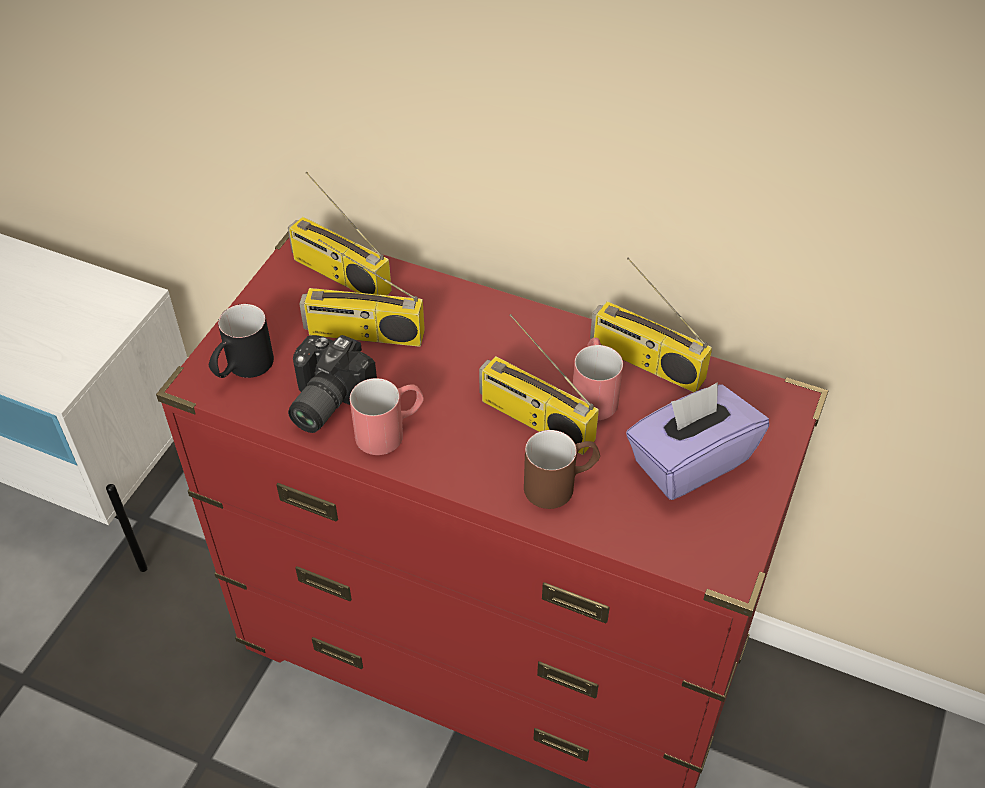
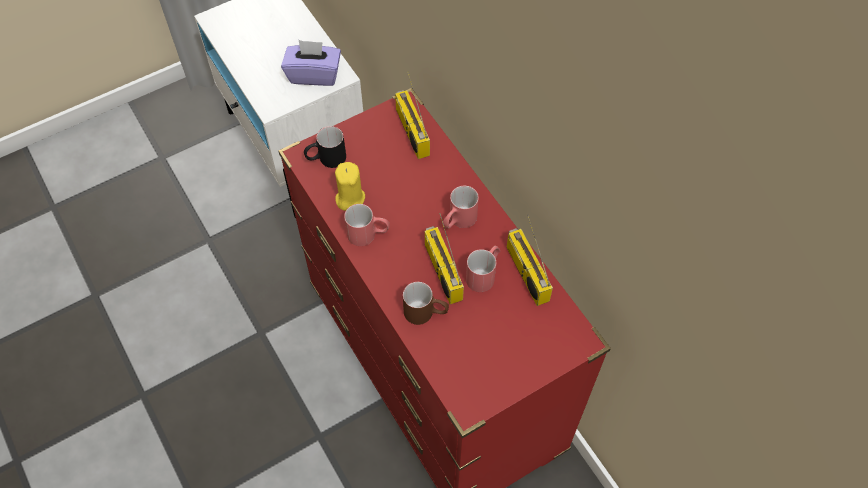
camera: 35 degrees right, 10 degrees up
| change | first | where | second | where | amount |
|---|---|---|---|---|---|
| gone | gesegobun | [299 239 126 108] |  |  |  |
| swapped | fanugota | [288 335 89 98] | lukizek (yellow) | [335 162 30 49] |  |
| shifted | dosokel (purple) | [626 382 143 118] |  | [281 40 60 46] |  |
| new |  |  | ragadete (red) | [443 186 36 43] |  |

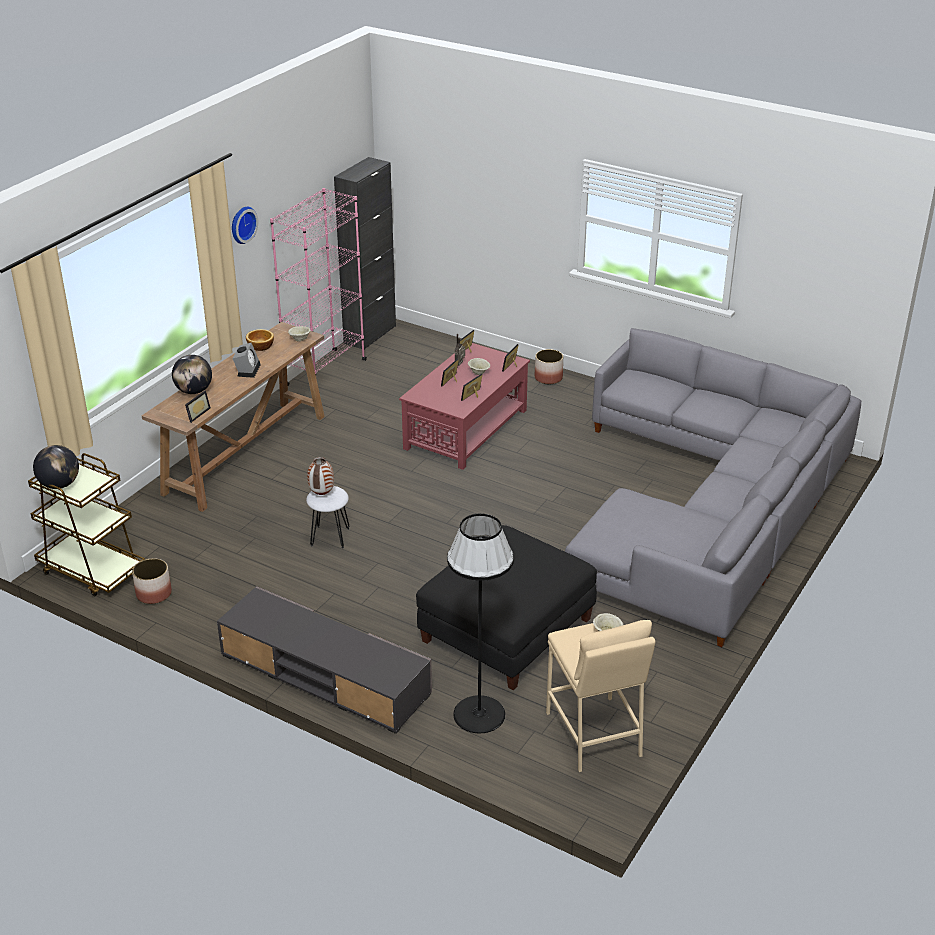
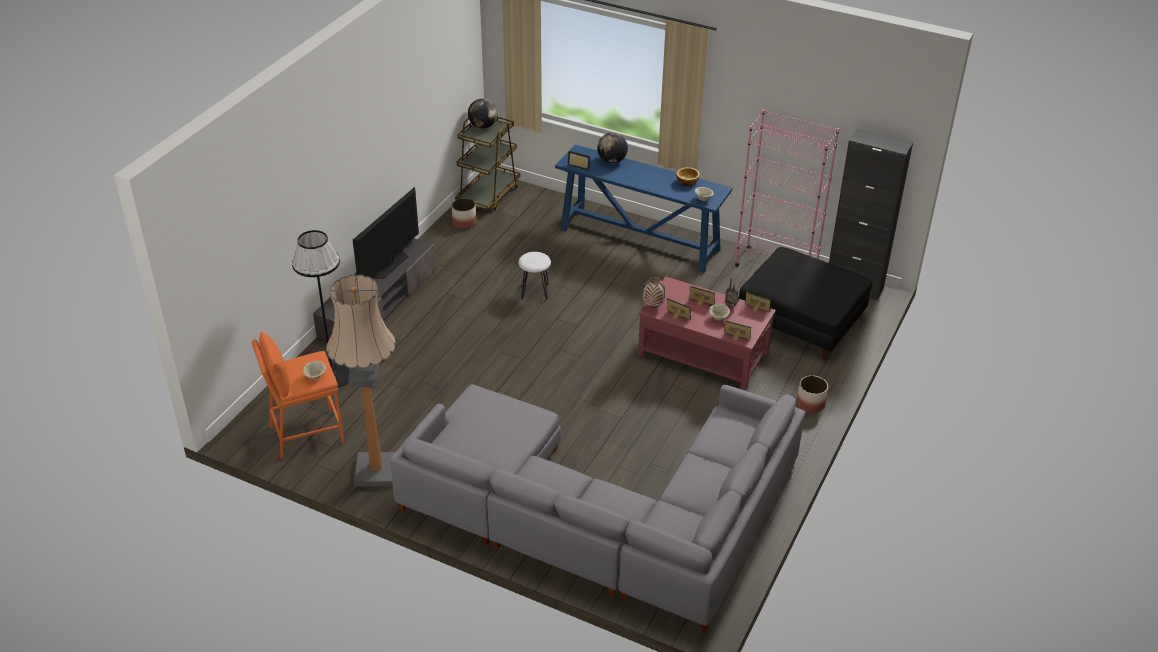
camera: 85 degrees right, 5 degrees up
| change | first | where | second | where | amount |
|---|---|---|---|---|---|
| gone | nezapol | [232 207 26 37] |  |  |  |
| repainted | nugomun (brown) | [142 322 183 190] | nugomun (blue) | [555 145 177 128] |  |
| gone | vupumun | [232 343 29 35] |  |  |  |
| shifted | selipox | [307 457 27 38] |  | [643 277 22 31] |  |
| shifted | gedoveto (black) | [416 525 181 165] |  | [739 247 133 114] |  |
| repainted | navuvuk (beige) | [546 620 109 152] | navuvuk (orange) | [251 332 93 127] |  |
| new |  |  | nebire | [353 187 66 92] |  |
| new |  |  | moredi | [326 274 70 213] |  |

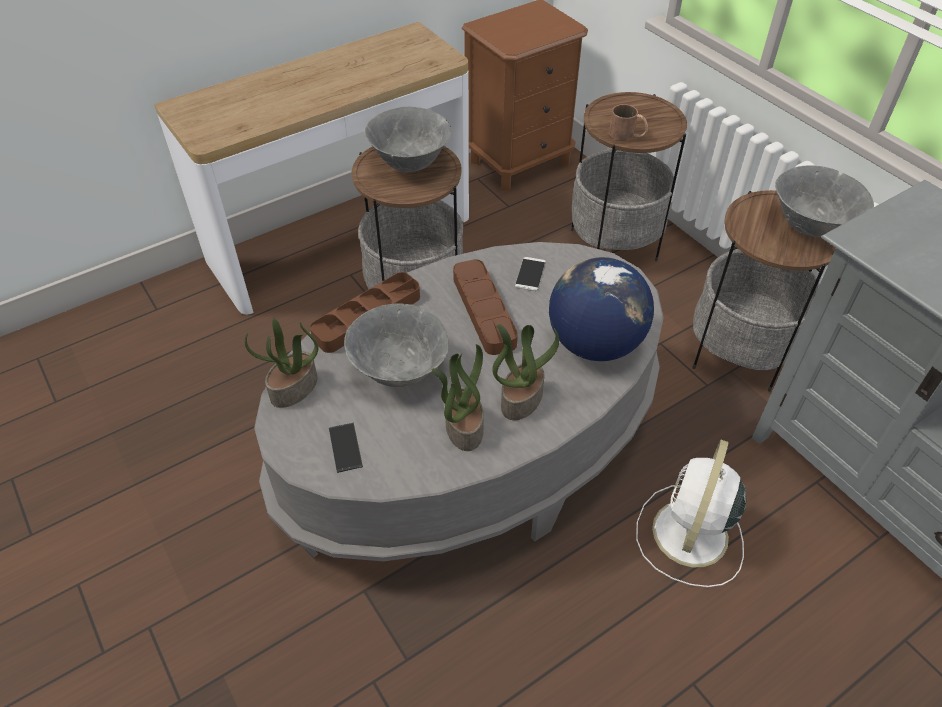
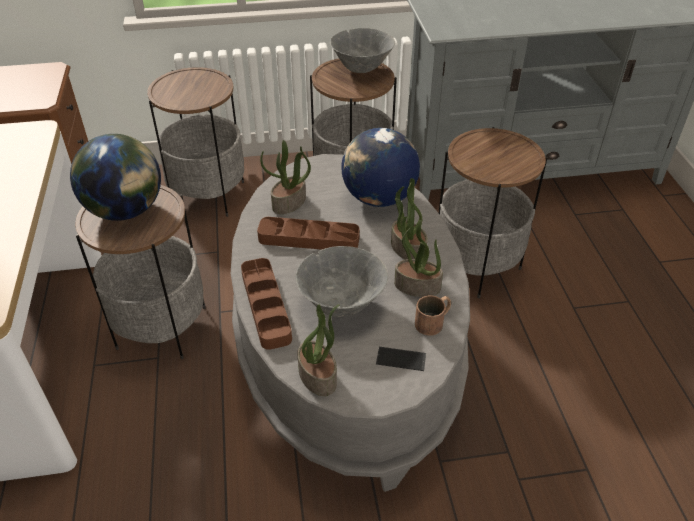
camera: 65 degrees left, 5 degrees down
| change | first | where | second | where | amount |
|---|---|---|---|---|---|
| shifted | ragadete (brown) | [609 104 39 37] |  | [415 295 36 41] |  |
| swapped | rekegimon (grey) | [365 107 86 65] | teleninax | [70 134 91 87] |  |
| swapped | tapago | [515 257 31 34] | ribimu | [260 140 51 74] |  |
| swapped | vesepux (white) | [636 440 111 147] | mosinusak | [439 127 109 171] |  |

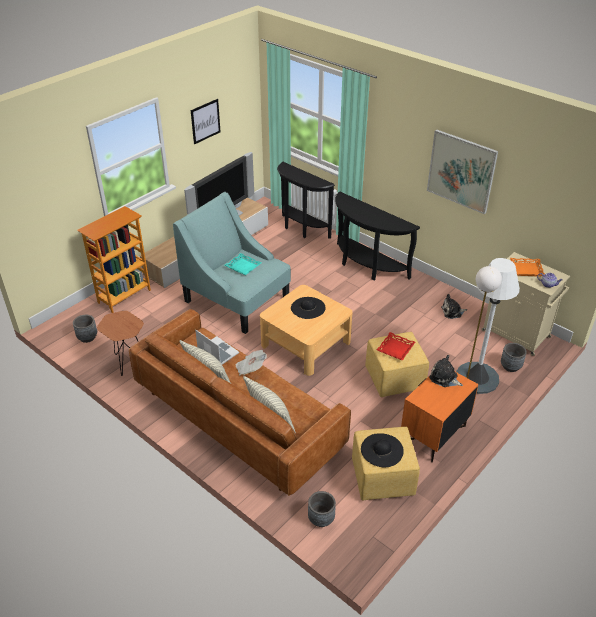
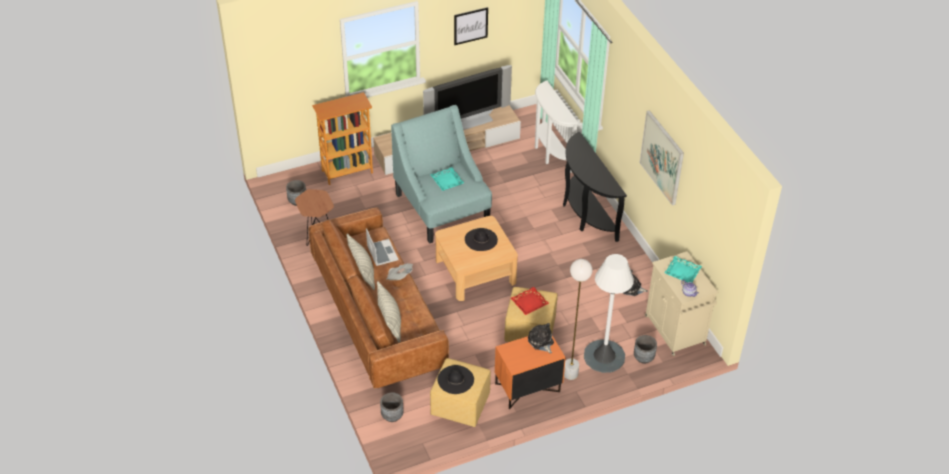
camera: 25 degrees right, 5 degrees up
| change | first | where | second | where | amount |
|---|---|---|---|---|---|
| repainted | nugomun (black) | [277 162 58 77] | nugomun (white) | [535 81 43 92] |  |
| repainted | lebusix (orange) | [510 258 35 19] | lebusix (turquoise) | [664 256 38 27] |  |

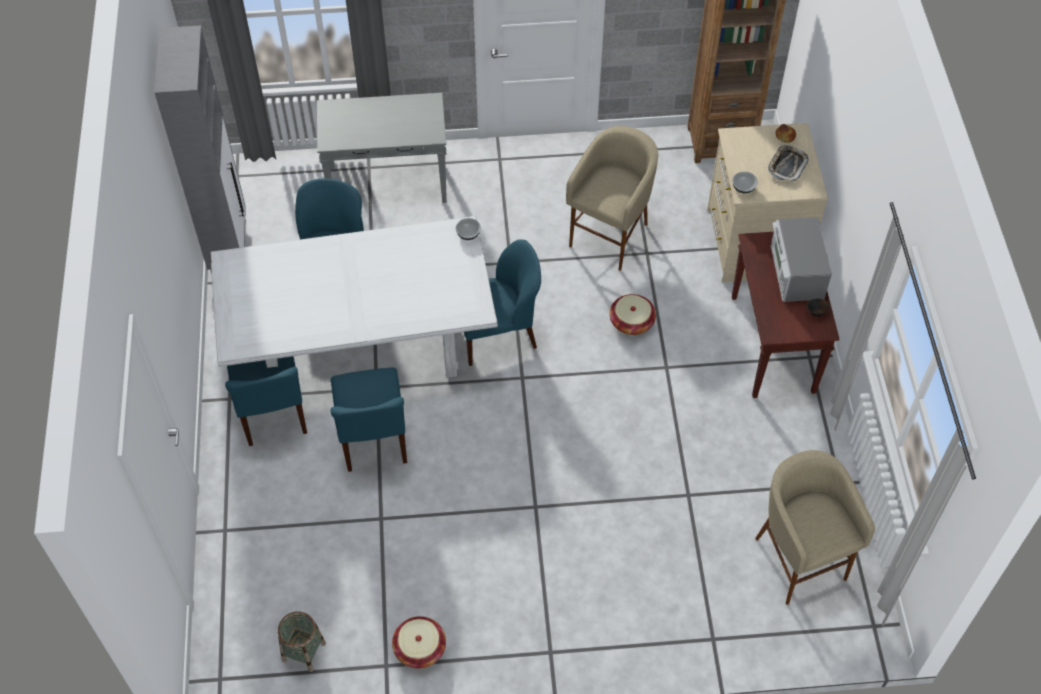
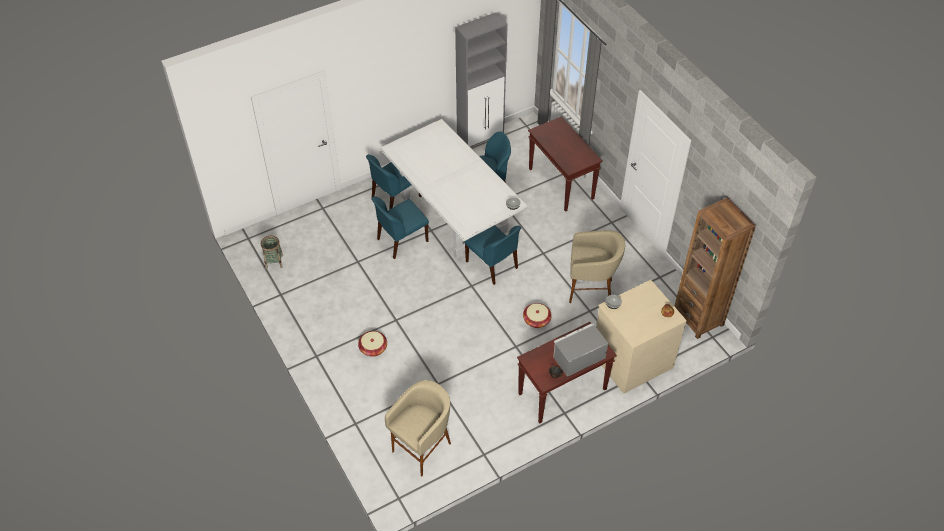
camera: 65 degrees right, 5 degrees down
| change | first | where | second | where | amount |
|---|---|---|---|---|---|
| repainted | nugomun (grey) | [317 93 130 110] | nugomun (brown) | [528 116 75 96] |  |
| gone | lebusix | [768 145 41 36] |  |  |  |
| shifted | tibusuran | [392 616 54 52] |  | [358 331 29 26] |  |

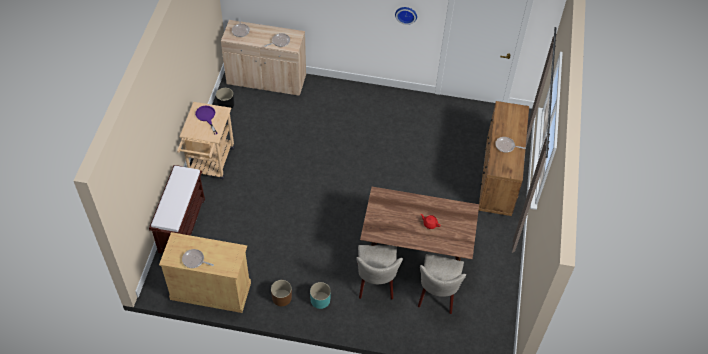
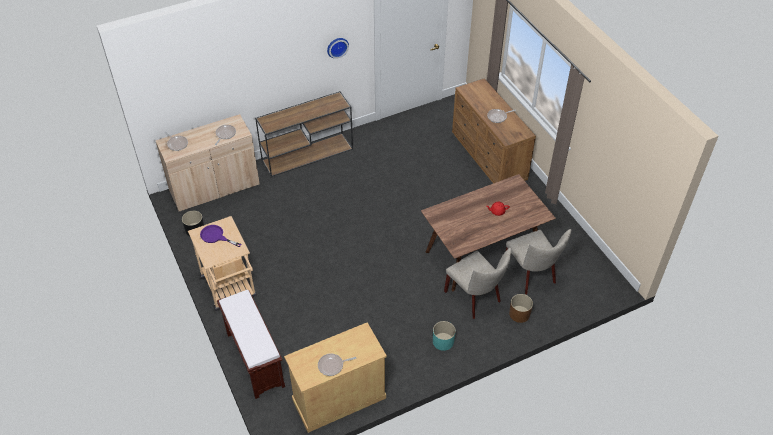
camera: 35 degrees left, 5 degrees down
| change | first | where | second | where | amount |
|---|---|---|---|---|---|
| shifted | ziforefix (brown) | [271 280 21 26] |  | [509 294 24 29] |  |
| new |  |  | nugomun (brown) | [255 91 98 86] |  |

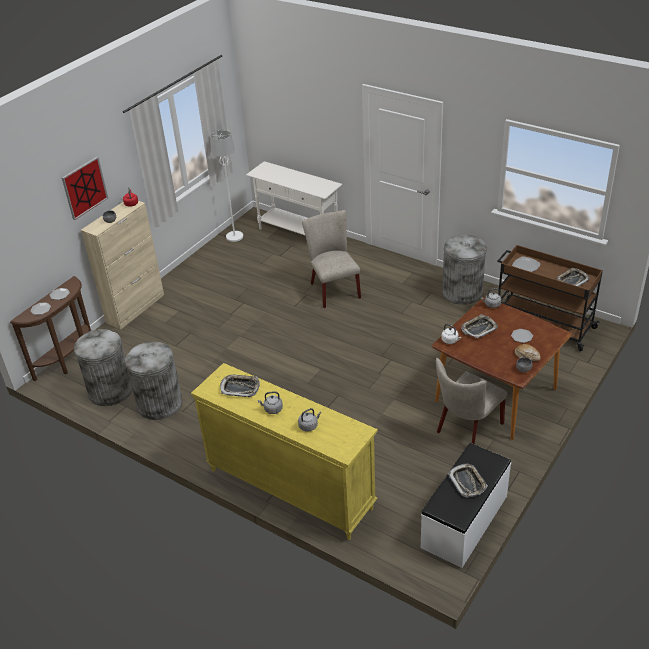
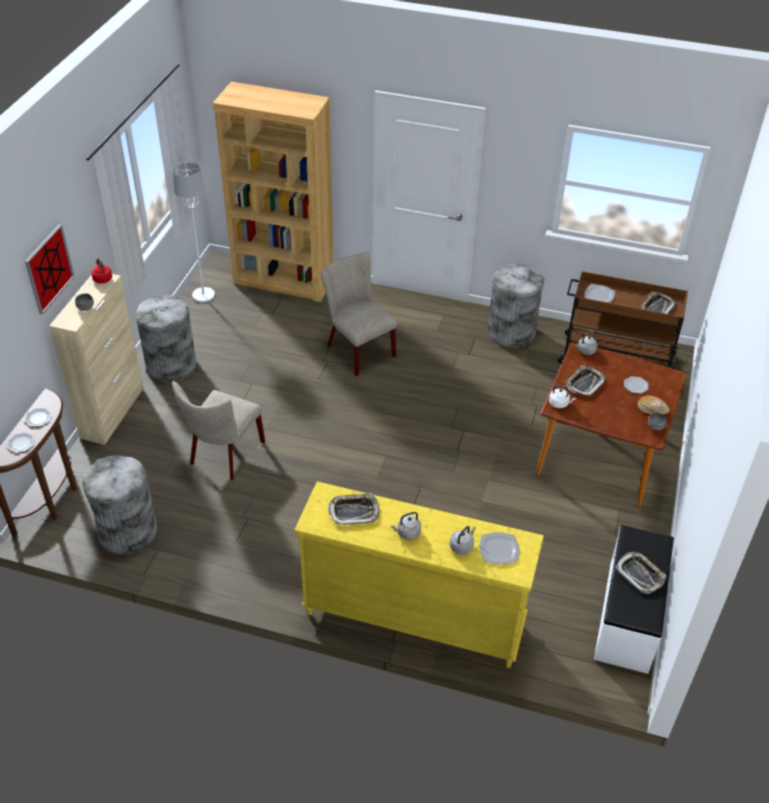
camera: 20 degrees left, 5 degrees up
| change | first | where | second | where | amount |
|---|---|---|---|---|---|
| swapped | nugomun (white) | [246 161 96 74] | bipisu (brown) | [213 82 121 220] |  |
| shifted | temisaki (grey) | [125 341 58 79] |  | [135 295 61 87] |  |
| shifted | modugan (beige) | [436 358 71 86] |  | [172 381 93 99] |  |
| new |  |  | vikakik | [479 532 41 33] |  |

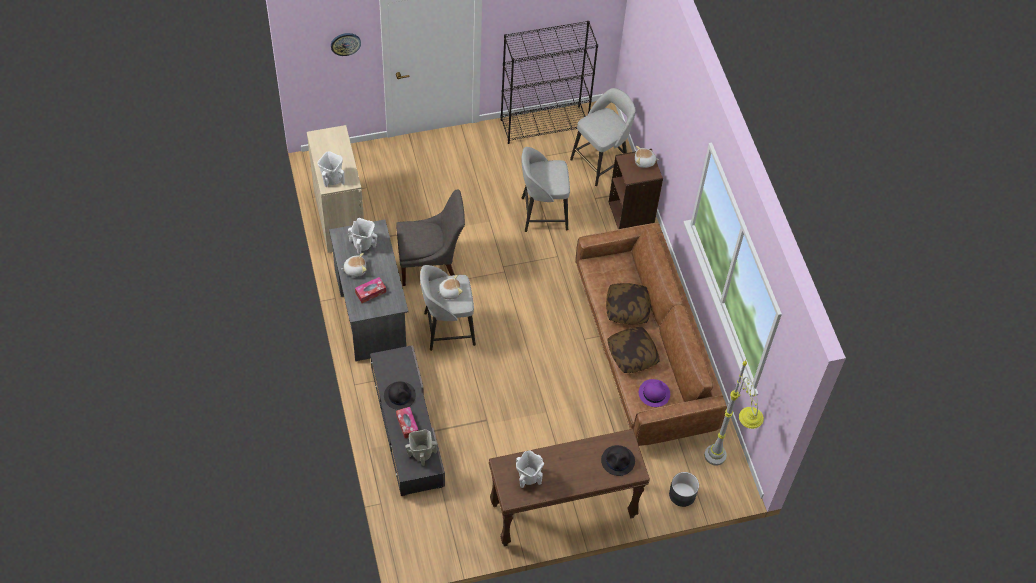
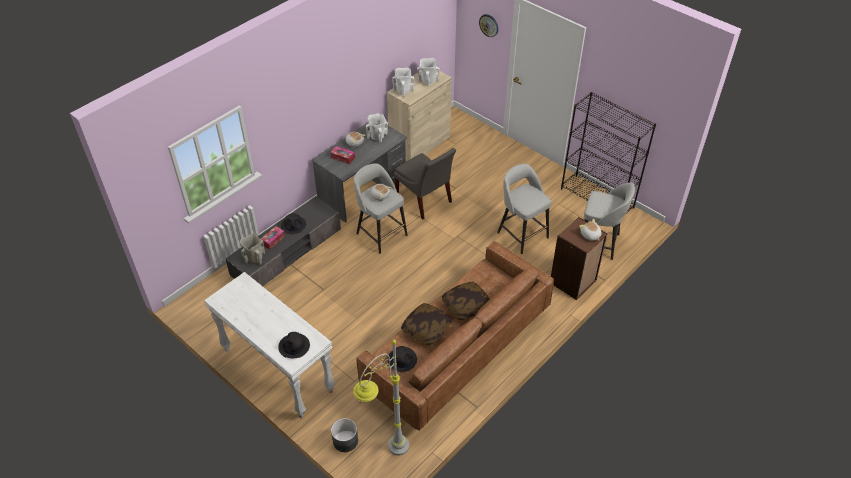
camera: 60 degrees right, 10 degrees down
| change | first | where | second | where | amount |
|---|---|---|---|---|---|
| repainted | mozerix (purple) | [639 379 31 28] | mozerix (black) | [388 346 29 26] |  |
| repainted | nugomun (brown) | [489 429 161 117] | nugomun (white) | [204 272 131 146] |  |
| shifted | selipox (white) | [516 450 28 38] |  | [417 58 23 28] |  |

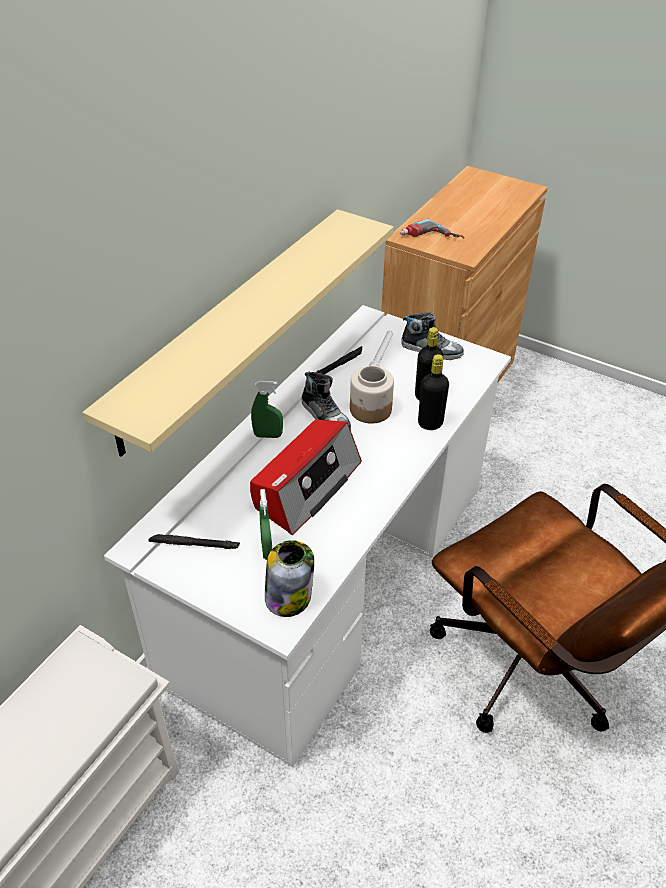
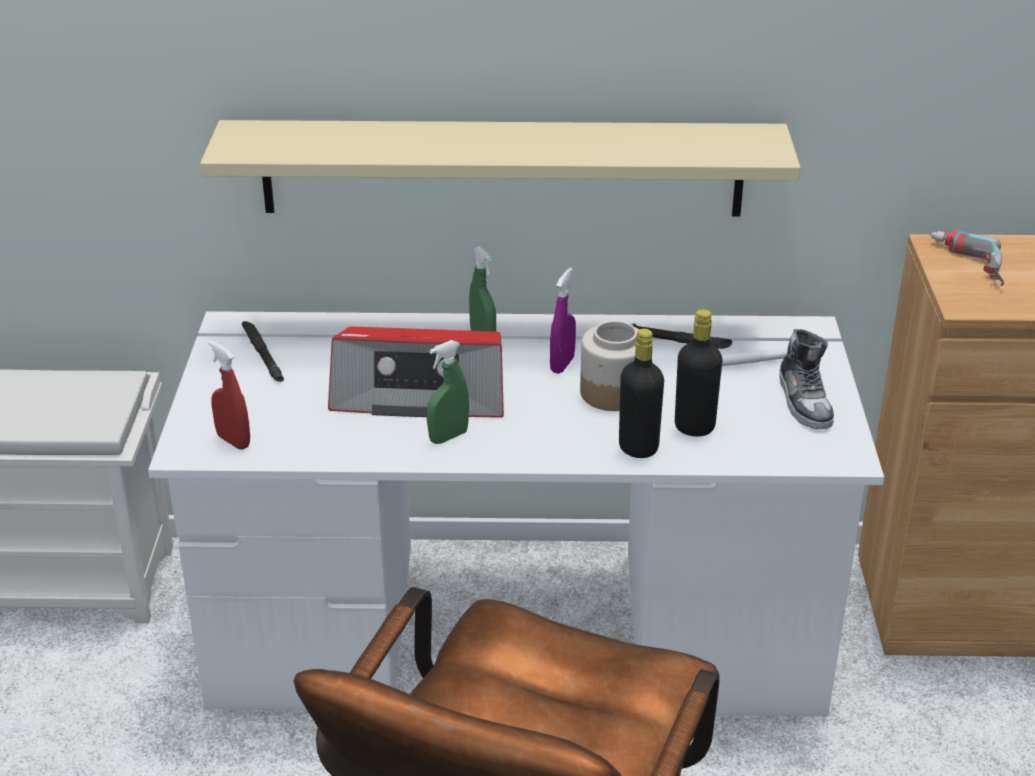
camera: 60 degrees right, 10 degrees down
| change | first | where | second | where | amount |
|---|---|---|---|---|---|
| swapped | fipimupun | [301 372 50 58] | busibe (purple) | [550 267 26 107] |  |
| shifted | busibe (green) | [260 489 12 71] |  | [427 340 42 104] |  |
| swapped | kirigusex | [265 540 49 77] | busibe (red) | [209 341 41 109] |  |

